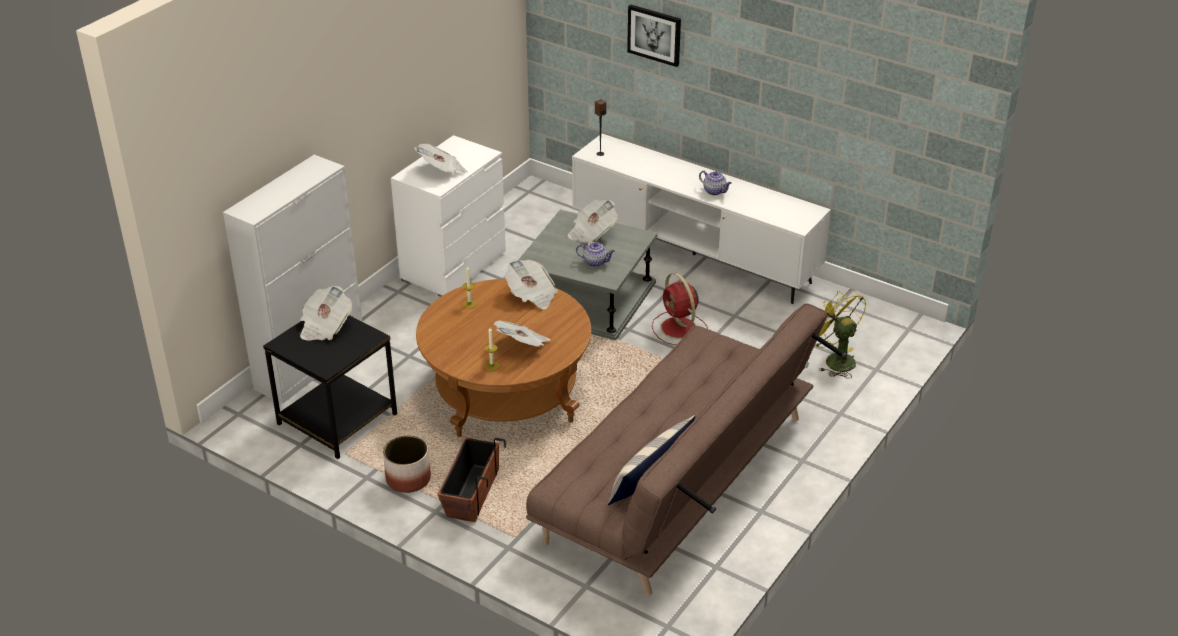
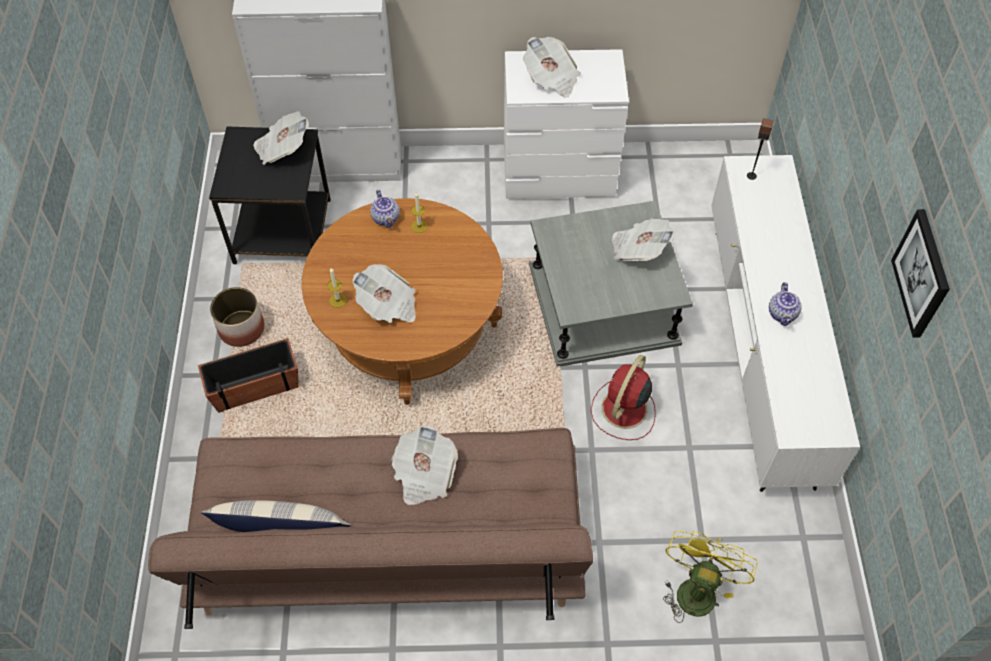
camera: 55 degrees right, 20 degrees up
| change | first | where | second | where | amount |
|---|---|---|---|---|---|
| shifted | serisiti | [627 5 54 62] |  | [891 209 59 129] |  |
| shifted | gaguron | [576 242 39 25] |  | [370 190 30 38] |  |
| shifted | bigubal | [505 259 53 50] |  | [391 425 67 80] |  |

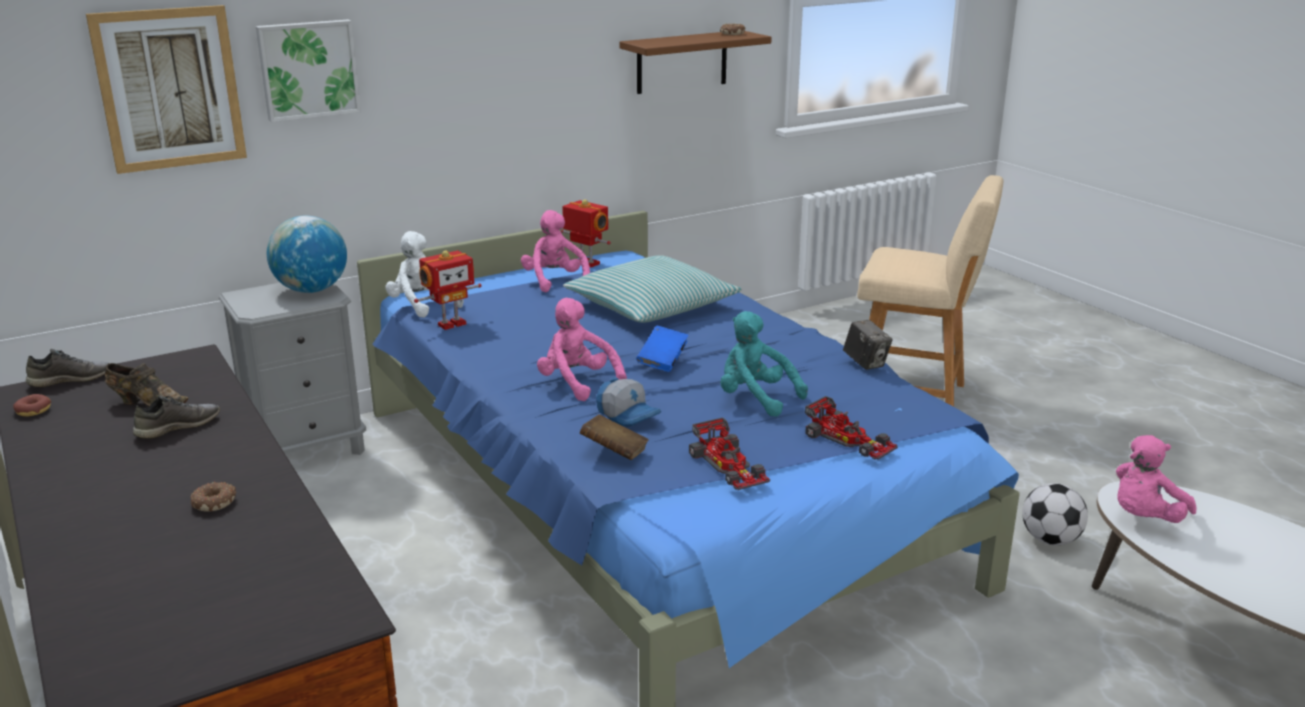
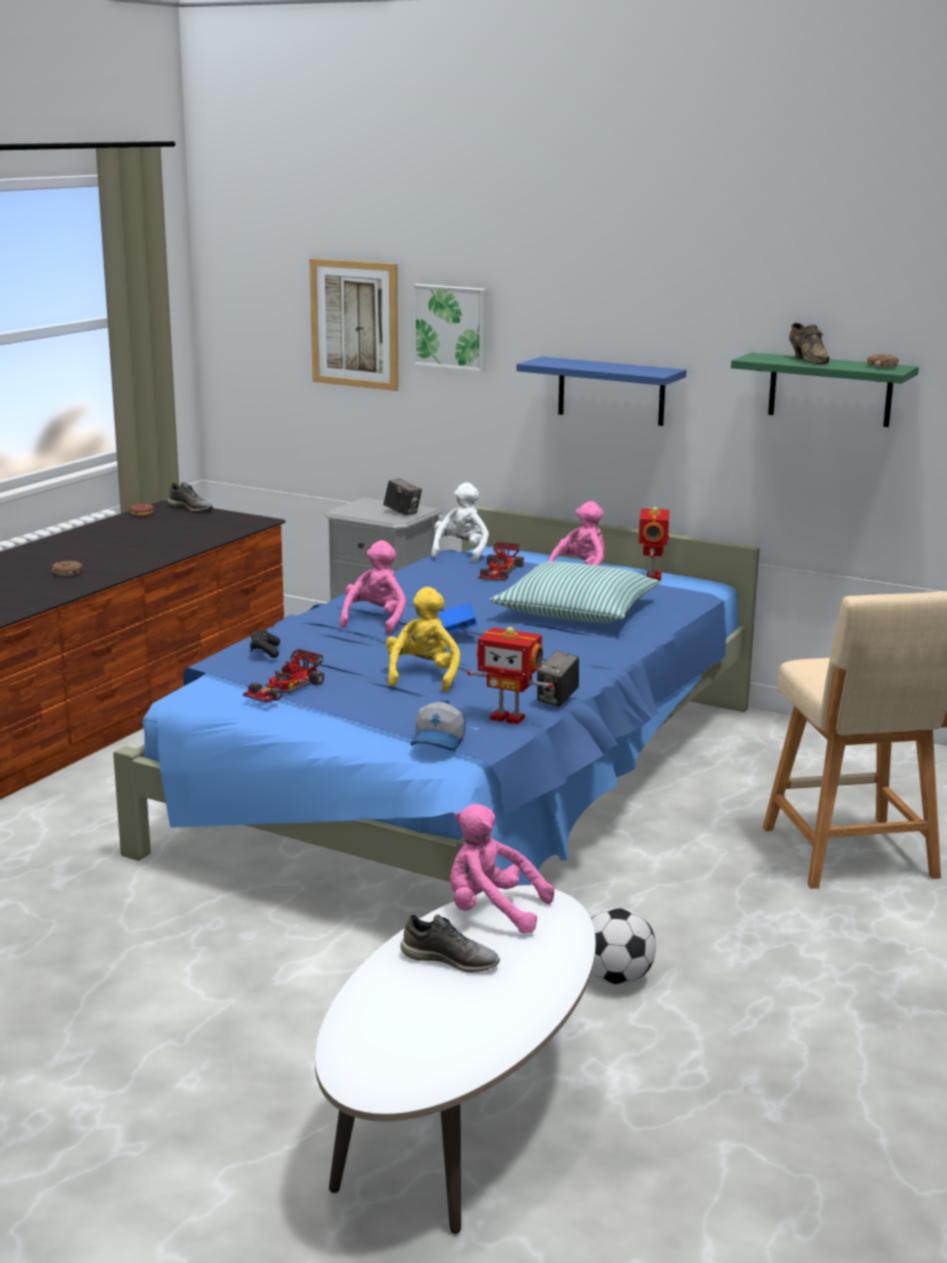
camera: 60 degrees right, 5 degrees down
| change | first | where | second | where | amount |
|---|---|---|---|---|---|
| repainted | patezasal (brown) | [620 31 152 63] | patezasal (green) | [731 353 188 74] |  |
| swapped | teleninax | [267 216 80 77] | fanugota | [383 479 39 36] |  |
| shifted | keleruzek | [414 250 68 80] |  | [467 627 86 97] |  |
| repainted | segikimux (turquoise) | [720 311 88 106] | segikimux (yellow) | [386 587 74 105] |  |
| shifted | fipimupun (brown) | [105 363 83 43] |  | [789 323 41 41] |  |
| shifted | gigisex | [596 377 65 49] |  | [410 699 55 51] |  |
| shifted | fipimupun (grey) | [133 395 87 44] |  | [400 915 100 58] |  |
| shifted | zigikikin | [805 396 93 64] |  | [478 542 46 39] |  |
| swapped | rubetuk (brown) | [580 414 69 46] | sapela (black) | [250 629 30 29] |  |
| new |  |  | patezasal (blue) | [517 357 169 69] |  |

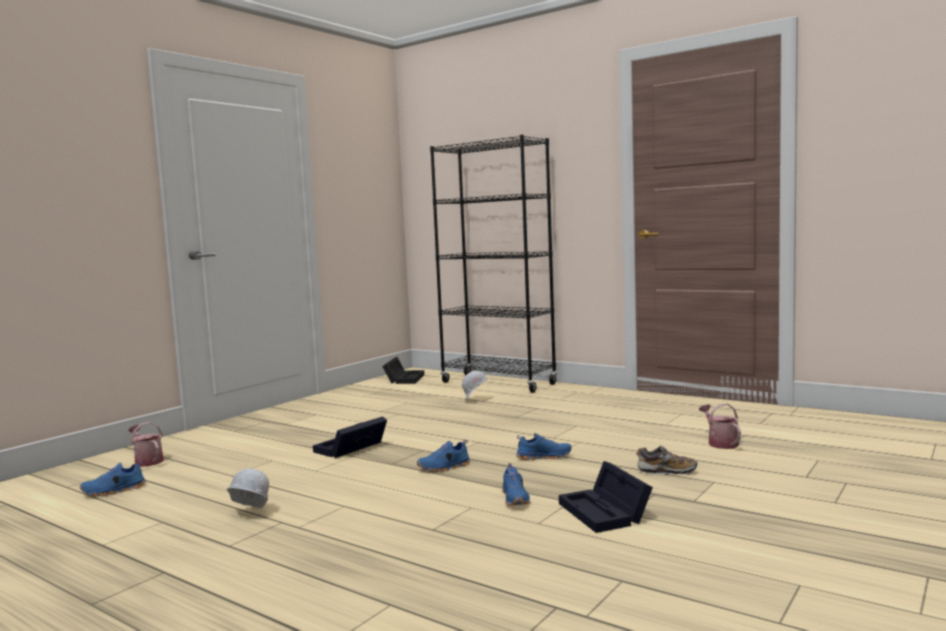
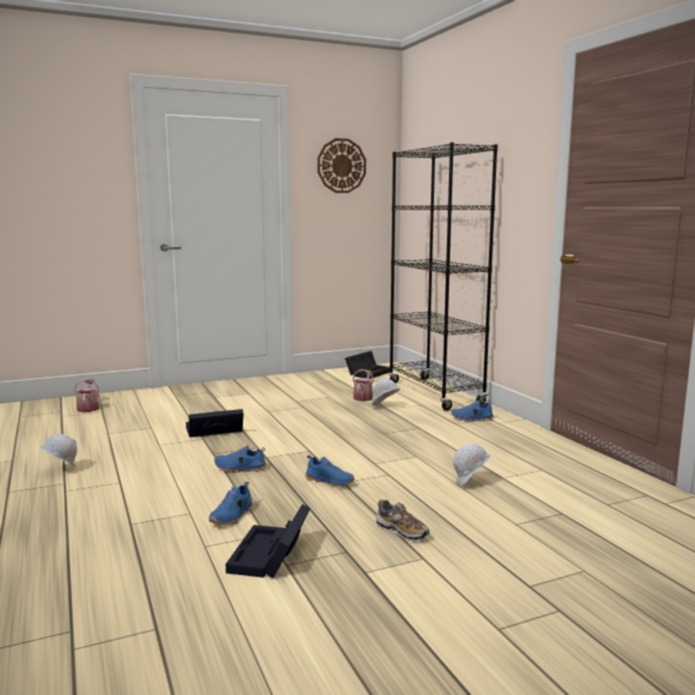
camera: 30 degrees right, 5 degrees up
| change | first | where | second | where | amount |
|---|---|---|---|---|---|
| shifted | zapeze | [699 403 42 46] |  | [352 369 22 32] |  |
| shifted | fipimupun (blue) | [80 461 66 35] |  | [451 400 43 22] |  |
| new |  |  | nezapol | [317 138 49 55] |  |
| new |  |  | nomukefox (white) | [453 444 37 41] |  |

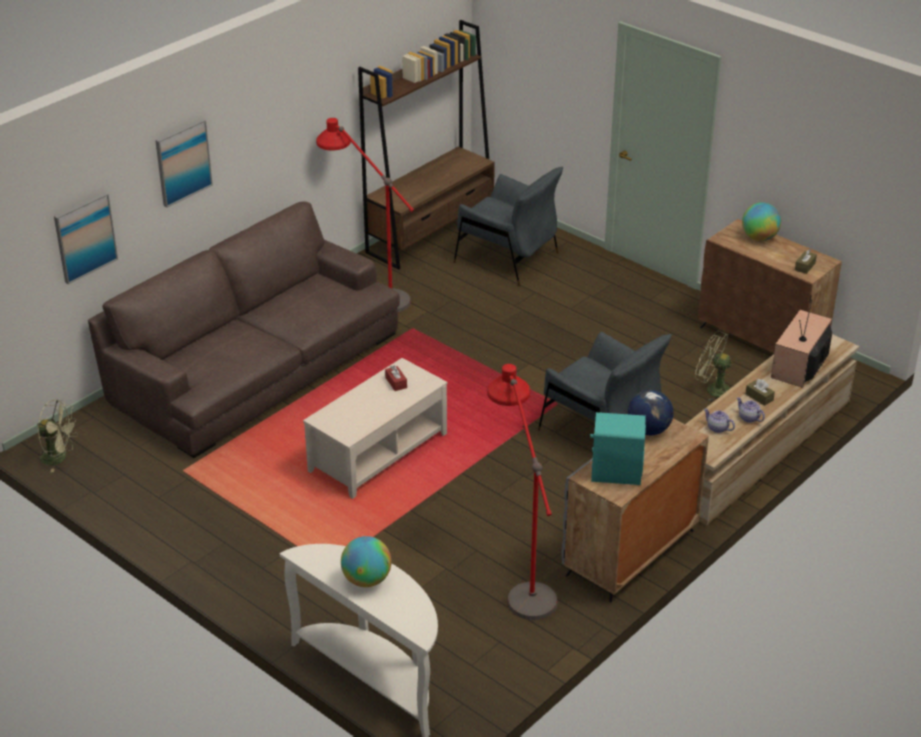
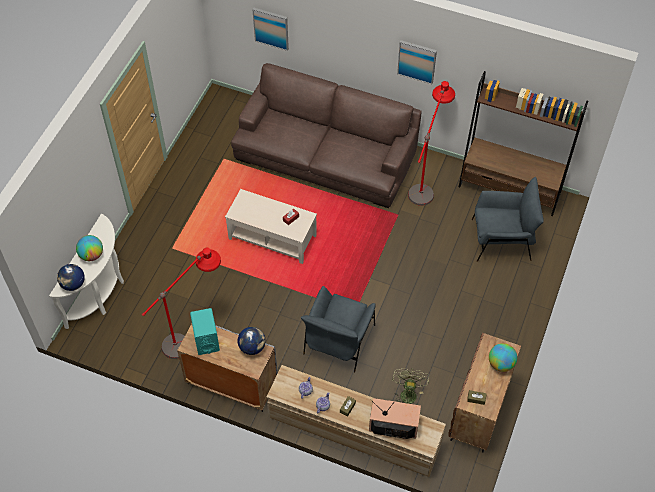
camera: 70 degrees right, 20 degrees up
| change | first | where | second | where | amount |
|---|---|---|---|---|---|
| shifted | serisiti | [155 119 58 89] |  | [397 40 40 44] |  |
| rotated | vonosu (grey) | [454 167 109 119] |  | [472 177 72 85] | 105 degrees counterclockwise |
| gone | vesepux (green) | [37 399 41 73] |  |  |  |
| new |  |  | teleninax | [57 264 28 27] |  |

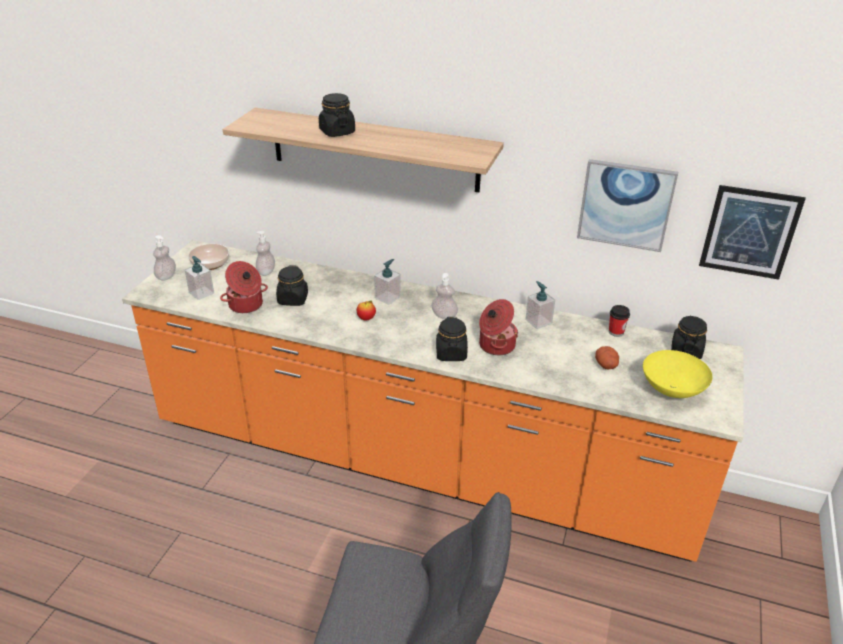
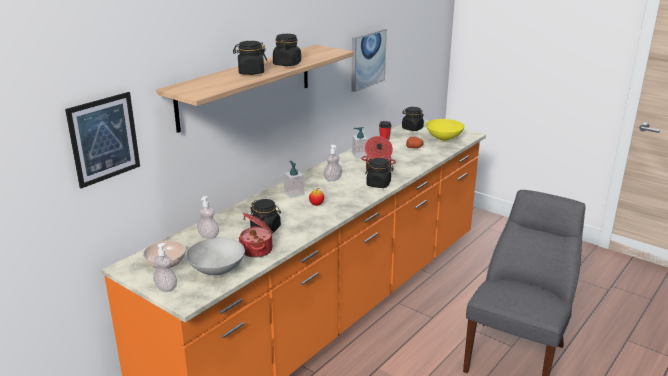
camera: 70 degrees left, 10 degrees down
| change | first | where | second | where | amount |
|---|---|---|---|---|---|
| shifted | serisiti | [699 185 107 95] |  | [65 92 75 96] |  |
| swapped | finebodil | [184 256 30 44] | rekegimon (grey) | [186 238 59 37] |  |
| new |  |  | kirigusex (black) | [273 34 28 32] |  |

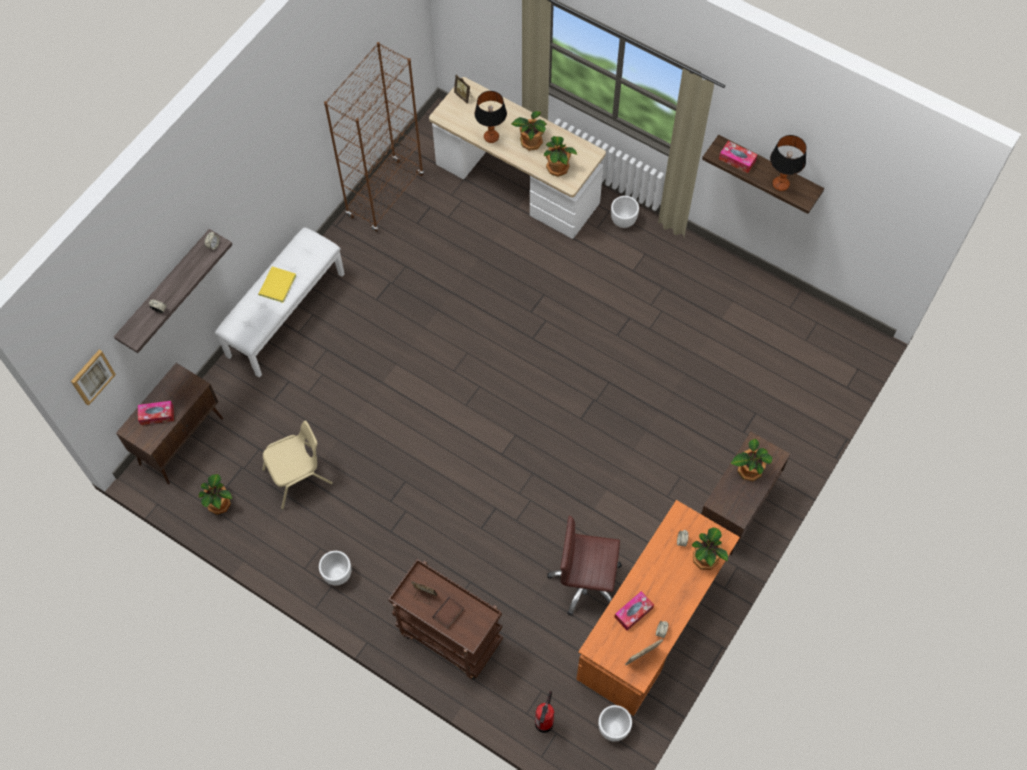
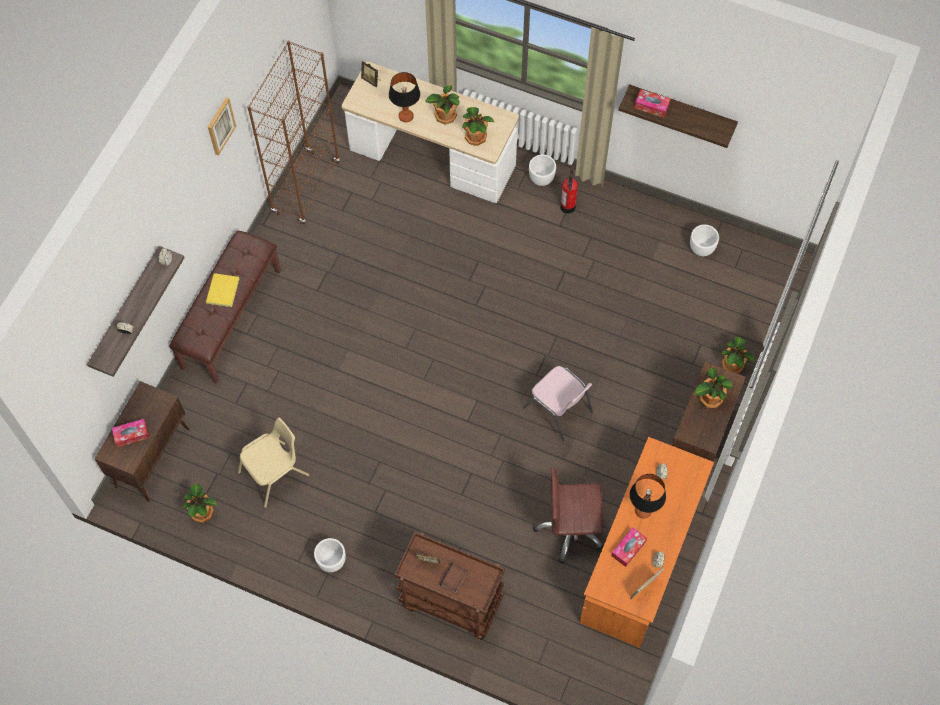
camera: 10 degrees left, 0 degrees up
| change | first | where | second | where | amount |
|---|---|---|---|---|---|
| shifted | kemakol | [770 135 37 56] |  | [630 474 36 44] |  |
| repainted | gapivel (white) | [215 227 130 151] | gapivel (brown) | [169 231 112 153] |  |
| shifted | serisiti | [71 350 45 56] |  | [208 97 28 59] |  |
| shifted | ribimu | [692 527 36 43] |  | [722 337 32 37] |  |
| shifted | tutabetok | [535 691 19 42] |  | [560 170 18 44] |  |
| shifted | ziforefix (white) | [598 705 34 37] |  | [690 225 29 31] |  |
| new |  |  | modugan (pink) | [523 366 70 75] |  |

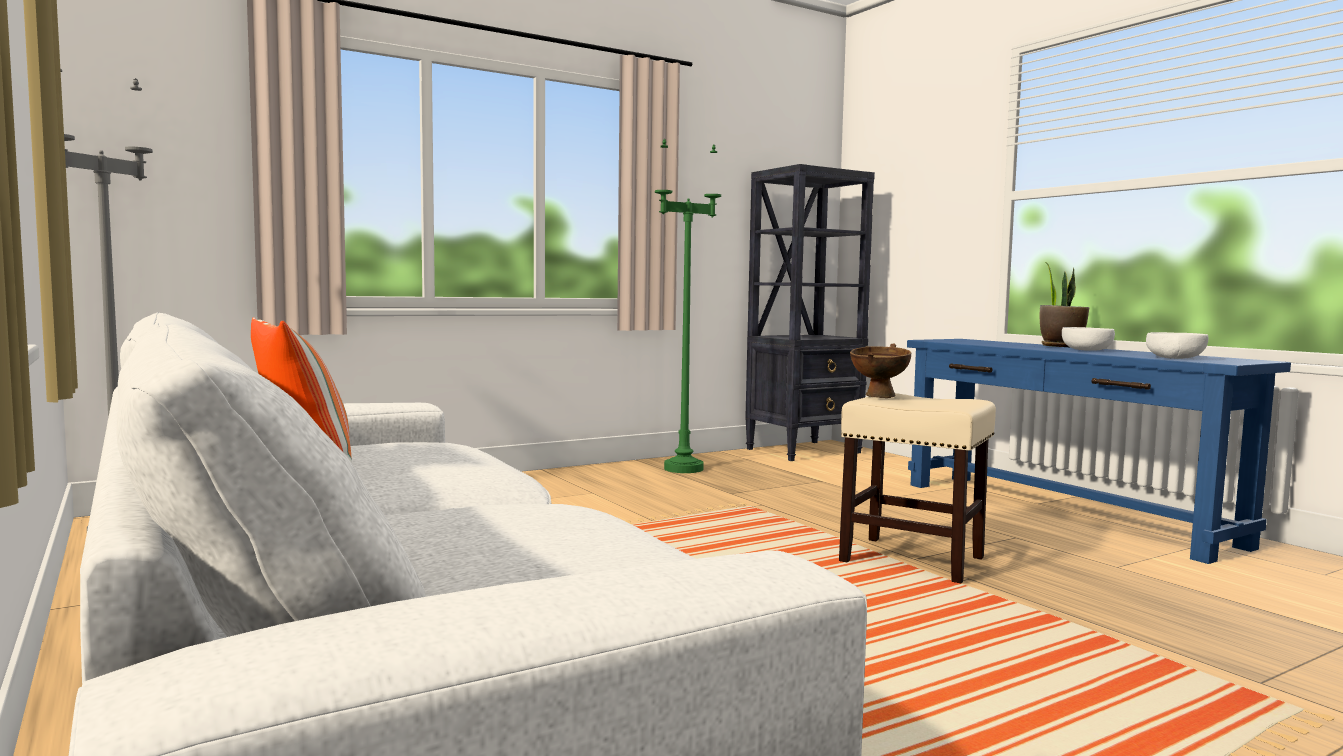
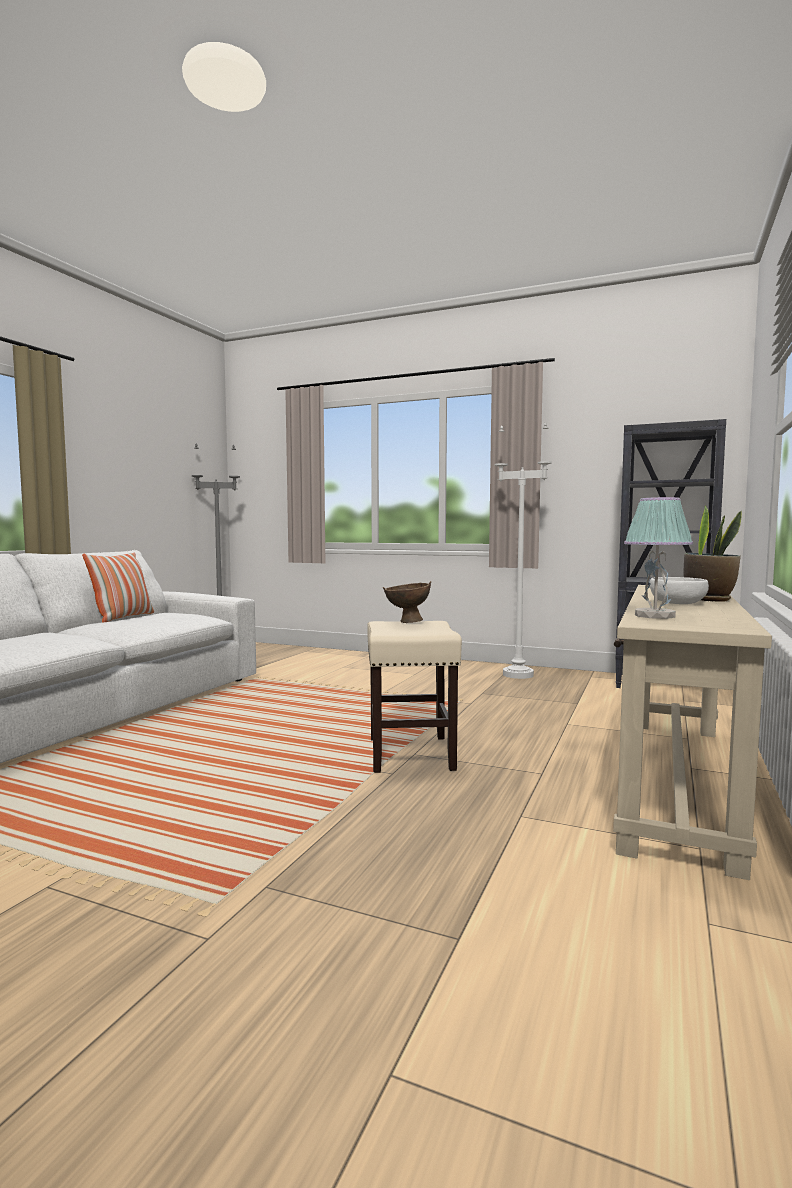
camera: 55 degrees right, 0 degrees up
| change | first | where | second | where | amount |
|---|---|---|---|---|---|
| repainted | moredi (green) | [655 139 66 334] | moredi (white) | [494 422 58 257] |  |
| swapped | rekegimon (white) | [1146 332 62 27] | kemakol | [624 497 69 122] |  |
| repainted | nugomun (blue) | [907 339 384 225] | nugomun (beige) | [613 585 159 295] |  |

